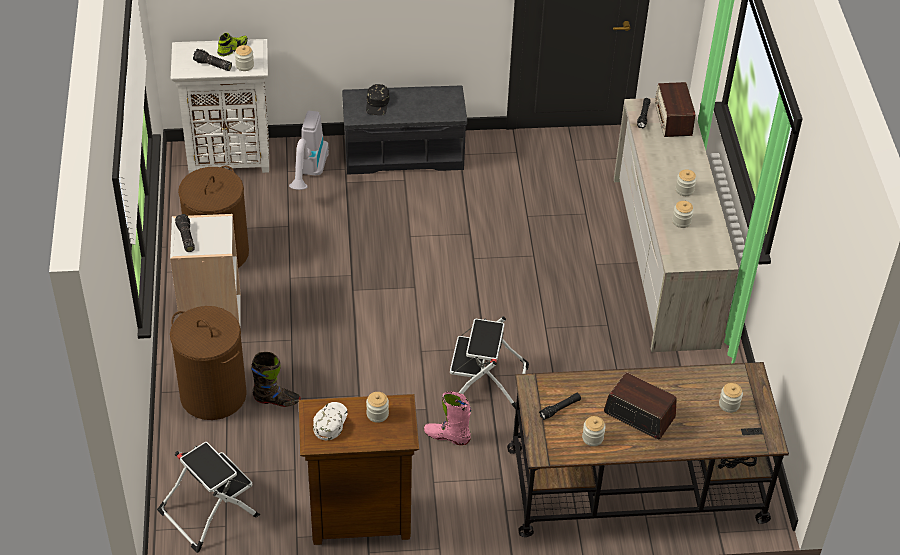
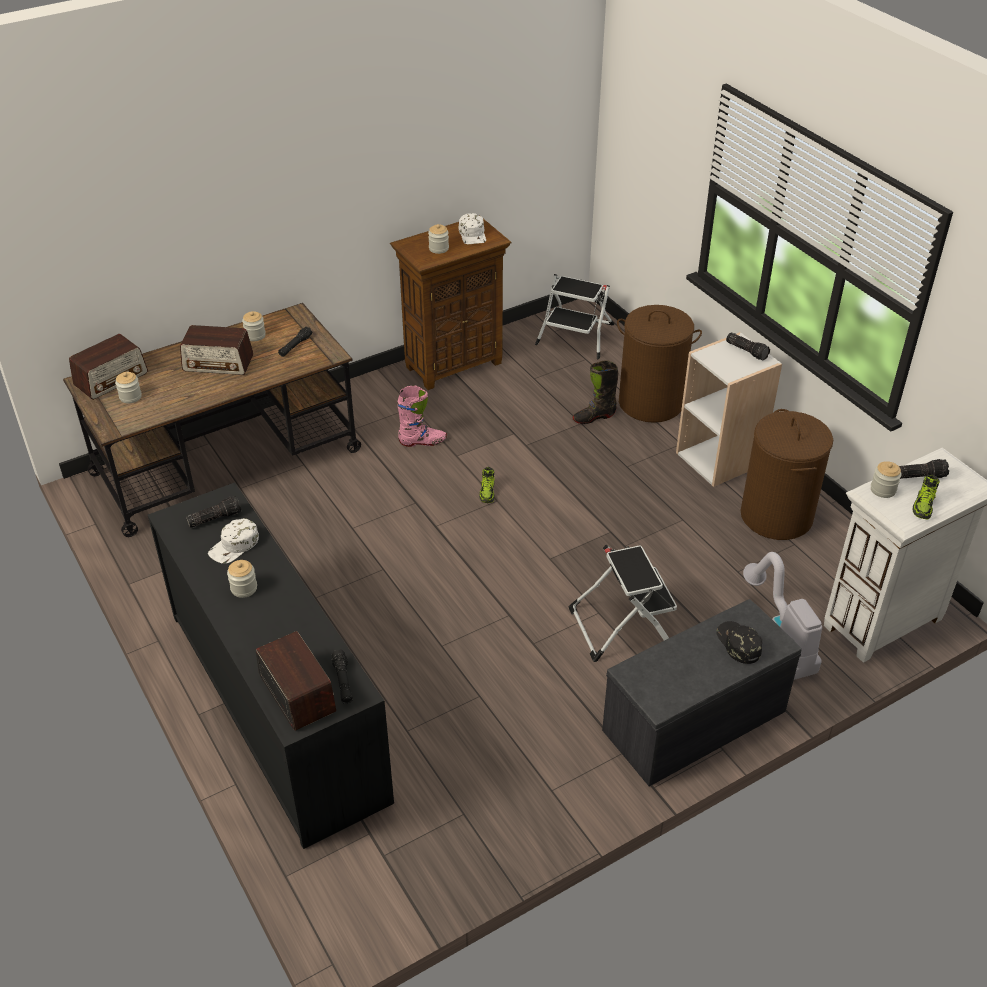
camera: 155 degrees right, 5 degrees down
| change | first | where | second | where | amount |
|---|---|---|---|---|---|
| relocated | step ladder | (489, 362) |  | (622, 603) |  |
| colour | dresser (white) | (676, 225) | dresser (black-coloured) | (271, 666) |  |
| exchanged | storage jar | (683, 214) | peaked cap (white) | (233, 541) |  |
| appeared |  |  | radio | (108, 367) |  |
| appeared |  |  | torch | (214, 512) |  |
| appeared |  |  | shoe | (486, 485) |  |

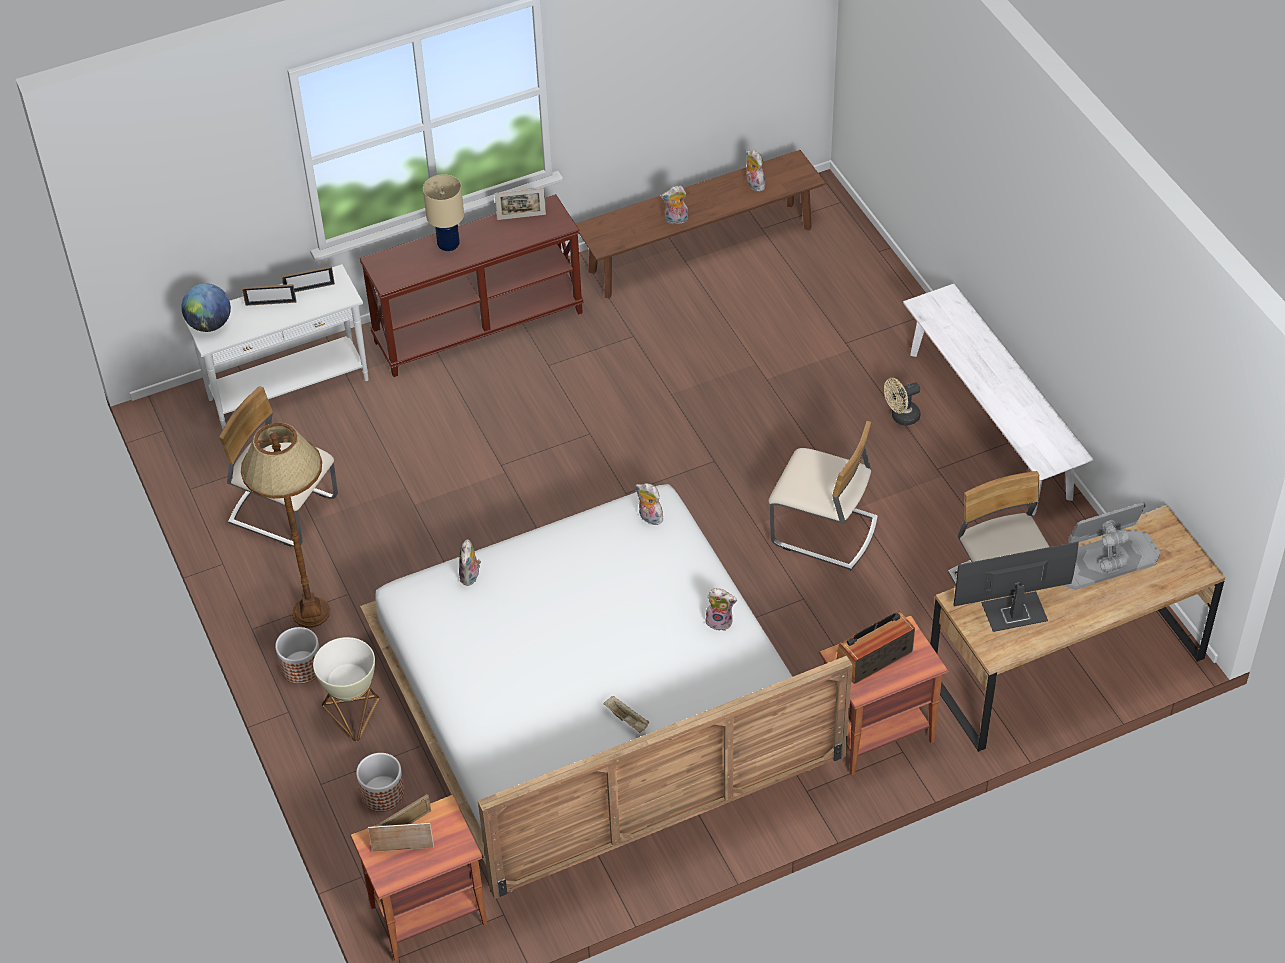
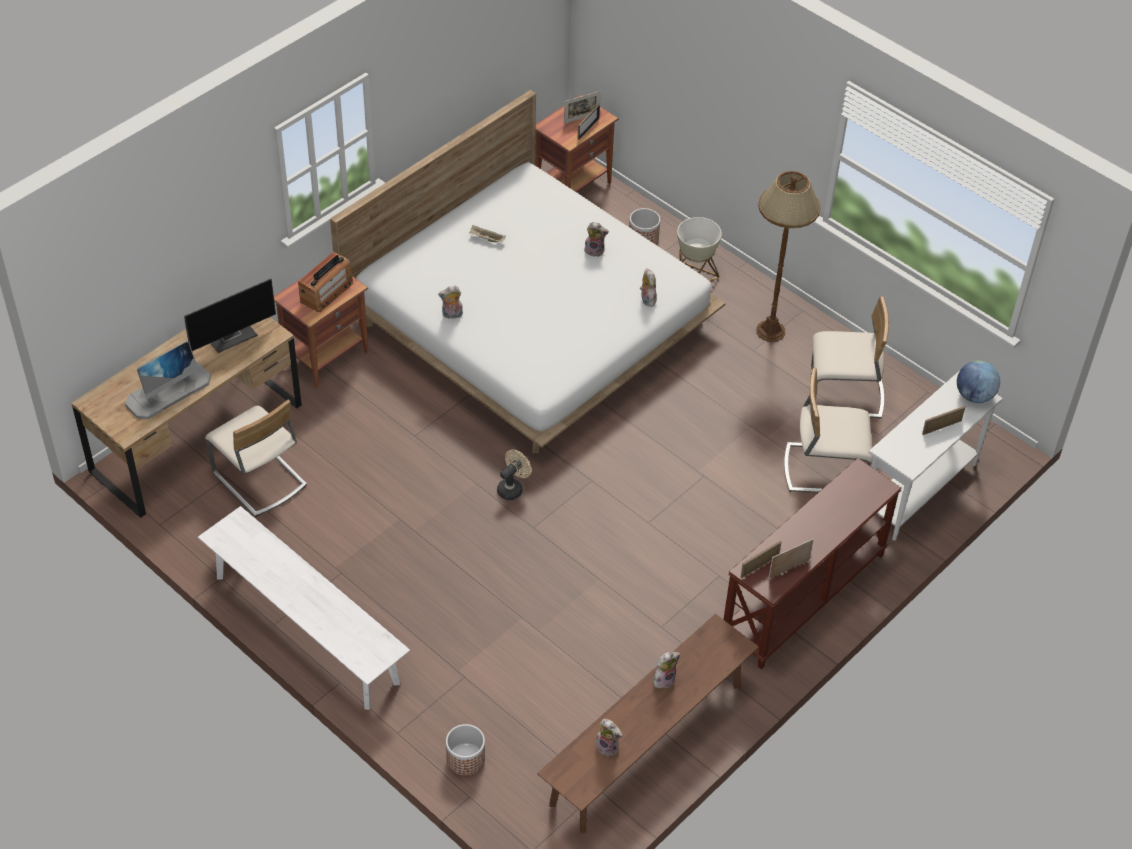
camera: 155 degrees right, 0 degrees up
| change | first | where | second | where | amount |
|---|---|---|---|---|---|
| relocated | flower pot | (297, 655) |  | (465, 750) |  |
| relocated | photo frame | (308, 279) |  | (761, 559) |  |
| missing | table lamp (sand-coloured) | (443, 212) |  |  |  |
| relocated | soft toy | (649, 504) |  | (596, 239) |  |
| relocated | upright chair (sand-coloured) | (823, 495) |  | (828, 430) |  |
| relocated | electric fan (sand-coloured) | (902, 402) |  | (514, 475) |  |

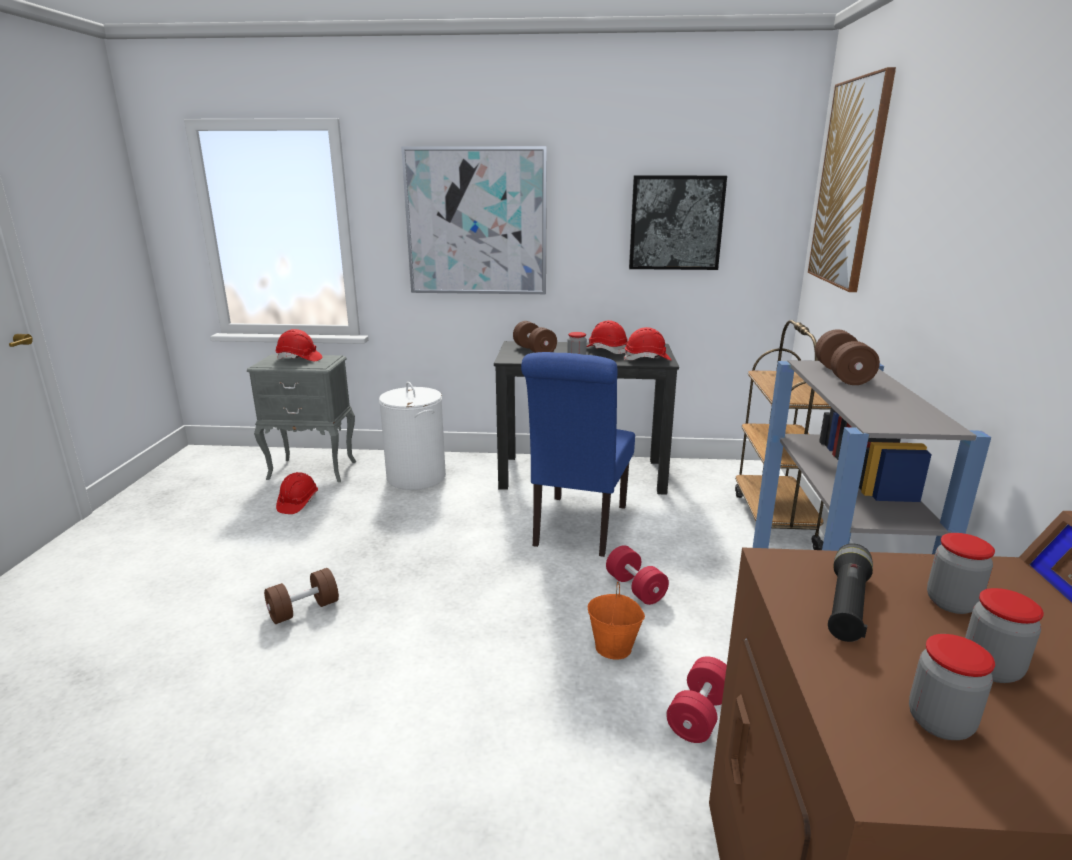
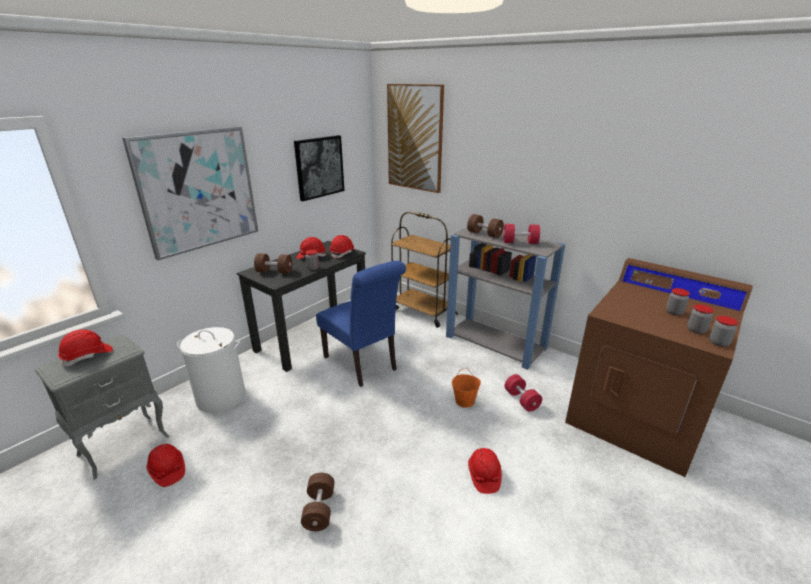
camera: 55 degrees left, 5 degrees up
| change | first | where | second | where | amount |
|---|---|---|---|---|---|
| relocated | free weight (red) | (637, 575) |  | (521, 234) |  |
| missing | torch (black-coloured) | (850, 592) |  |  |  |
| relocated | storage jar | (961, 573) |  | (723, 331) |  |
| appeared |  |  | hard hat (red) | (485, 471) |  |

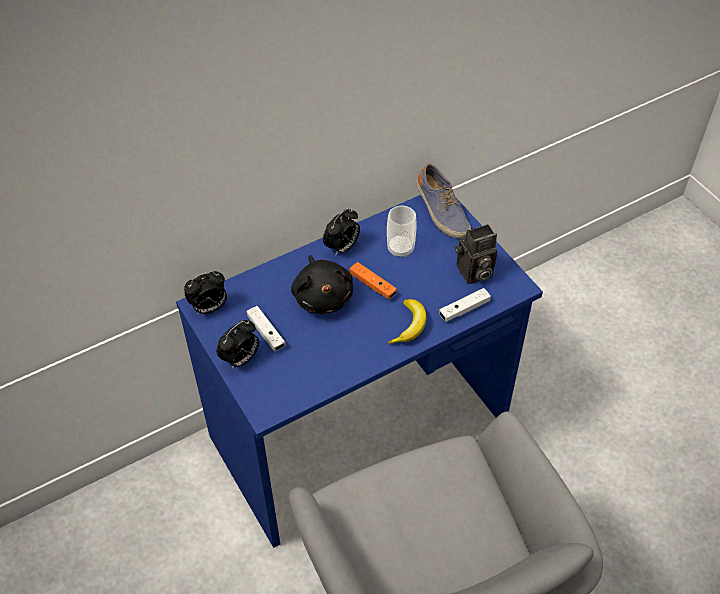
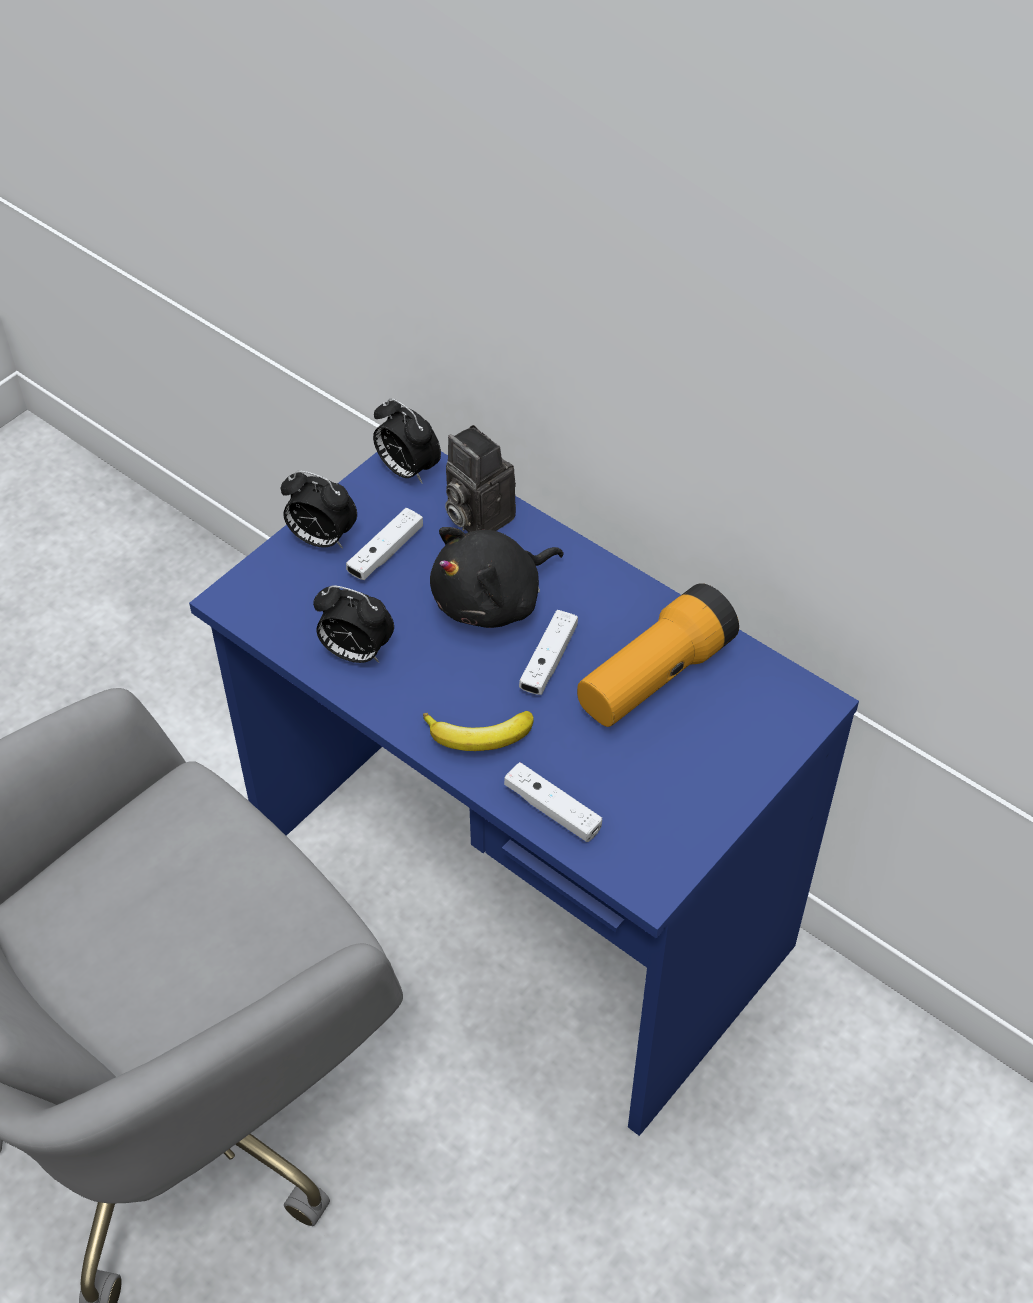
camera: 70 degrees right, 0 degrees up
| change | first | where | second | where | amount |
|---|---|---|---|---|---|
| relocated | table clock | (341, 232) |  | (353, 624) |  |
| colour | game controller (orange-coloured) | (373, 280) | game controller (white) | (548, 652) |  |
| exchanged | cup | (401, 231) | torch | (658, 655) |  |
| missing | shoe | (443, 200) |  |  |  |
| relocated | photo camera | (476, 254) |  | (480, 478) |  |

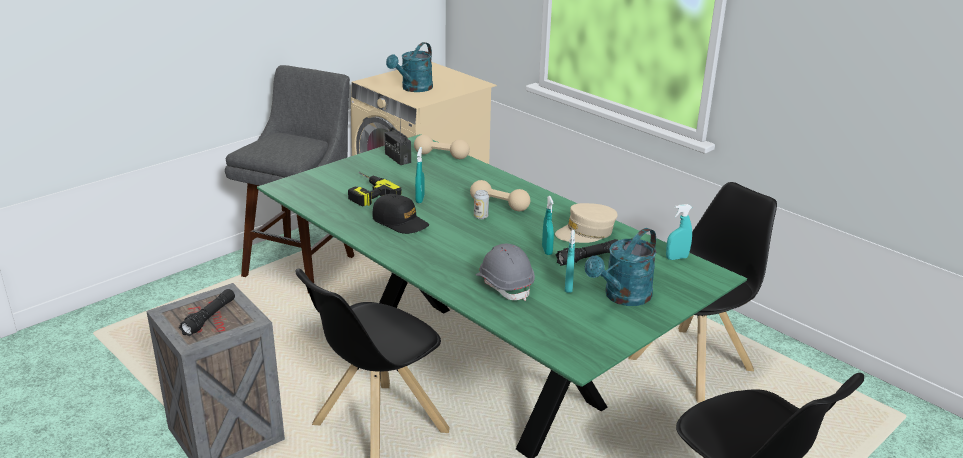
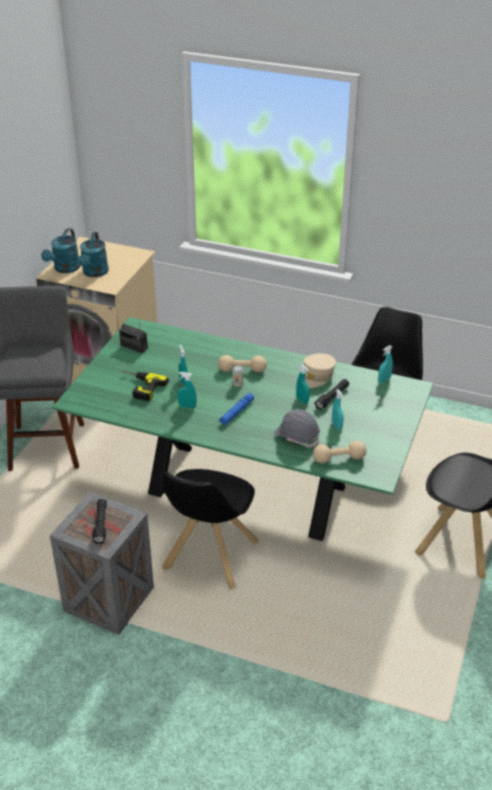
camera: 25 degrees left, 10 degrees up
| change | first | where | second | where | amount |
|---|---|---|---|---|---|
| exchanged | peaked cap (black-coloured) | (400, 214) | sprayer (blue-green) | (187, 390) |  |
| relocated | free weight (sand-coloured) | (442, 147) |  | (340, 452) |  |
| relocated | sprinkling can (blue-green) | (621, 267) |  | (60, 250) |  |
| appeared |  |  | torch (bluish) | (236, 409) |  |

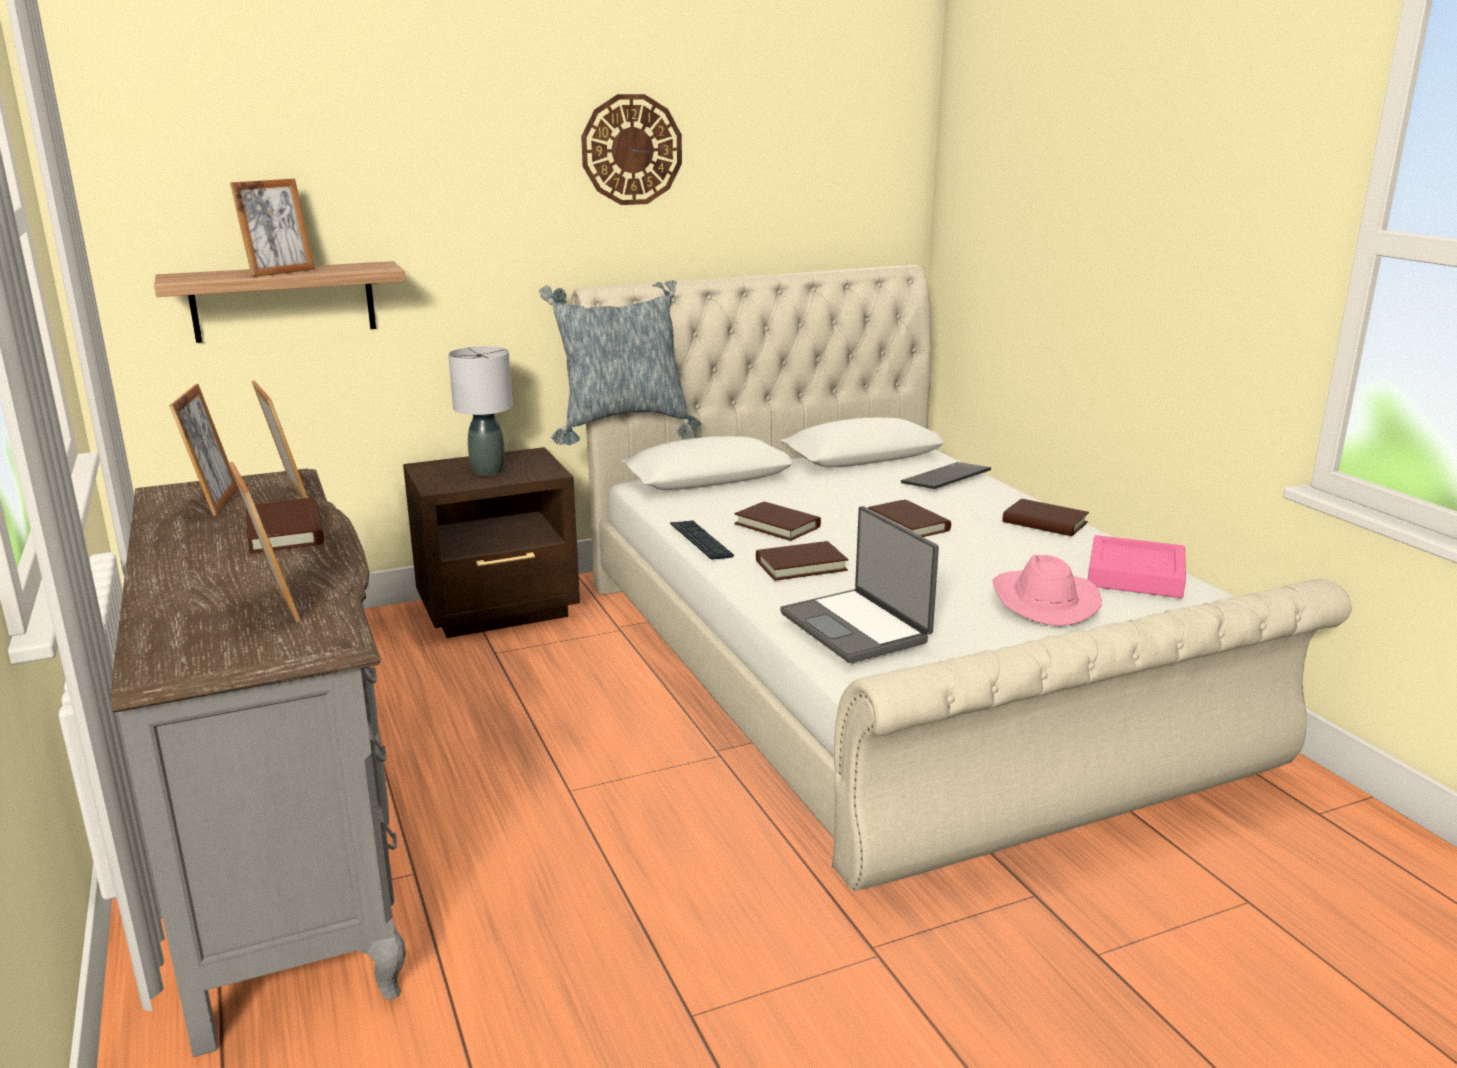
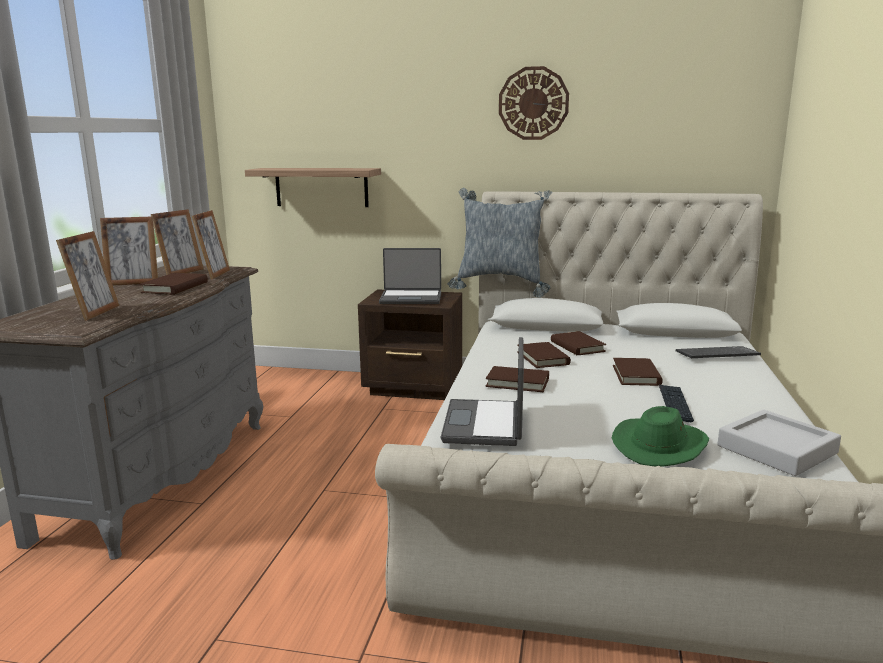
camera: 35 degrees right, 5 degrees down
| change | first | where | second | where | amount |
|---|---|---|---|---|---|
| relocated | photo frame | (272, 228) |  | (129, 251) |  |
| exchanged | table lamp (grey) | (480, 410) | portable computer | (410, 276) |  |
| relocated | computer keyboard | (702, 540) |  | (676, 403) |  |
| colour | hat (pink-coloured) | (1047, 590) | hat (greenish) | (660, 436) |  |
| relocated | bound book (brownish) | (1046, 517) |  | (578, 343) |  |
| colour | tray (pink-coloured) | (1137, 566) | tray (grey) | (779, 443) |  |

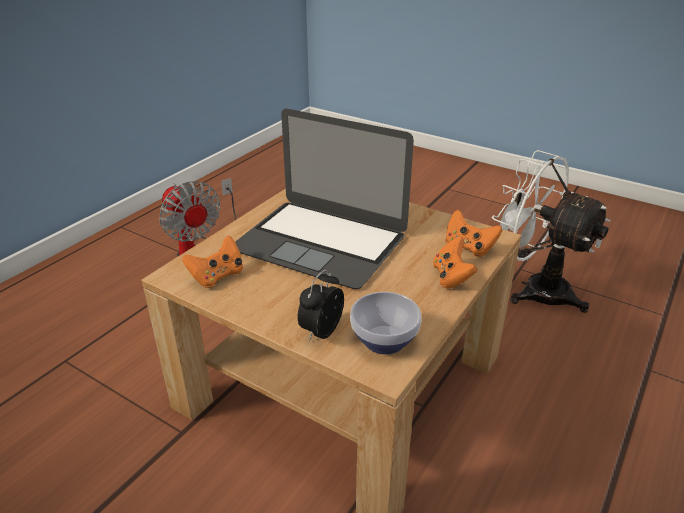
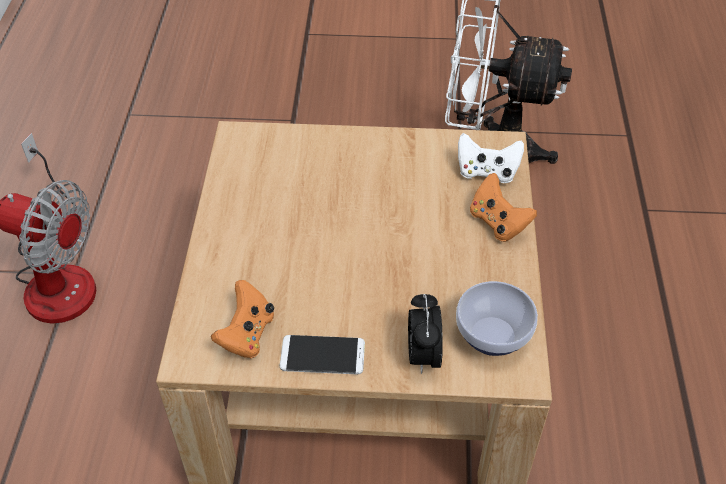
camera: 30 degrees left, 15 degrees up
| change | first | where | second | where | amount |
|---|---|---|---|---|---|
| missing | portable computer | (324, 199) |  |  |  |
| colour | game controller (orange-coloured) | (473, 233) | game controller (white) | (491, 158) |  |
| appeared |  |  | telephone | (322, 355) |  |

